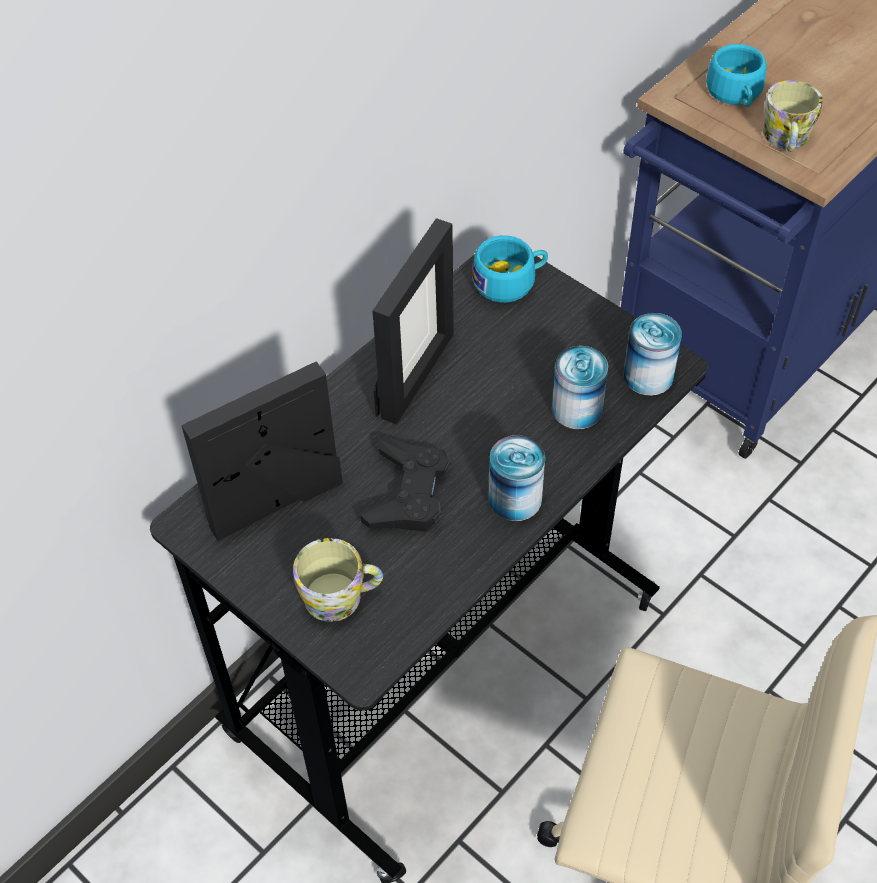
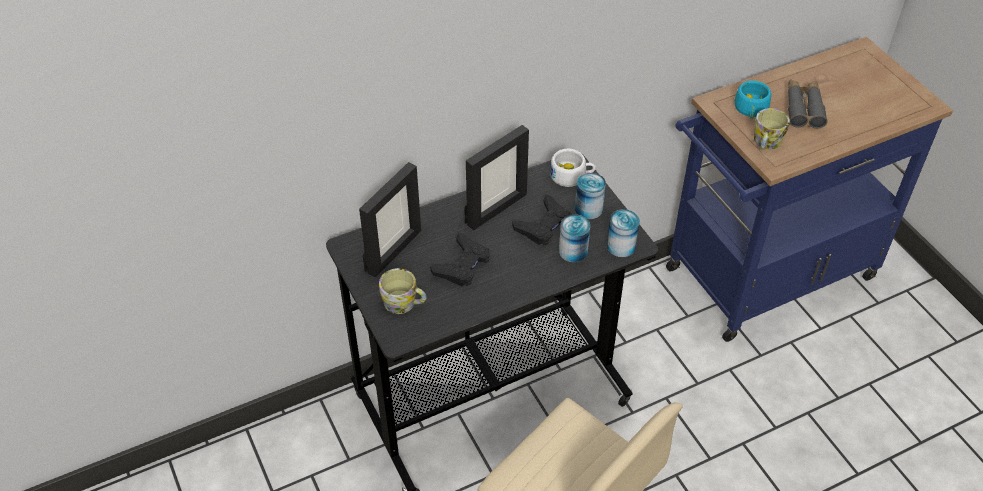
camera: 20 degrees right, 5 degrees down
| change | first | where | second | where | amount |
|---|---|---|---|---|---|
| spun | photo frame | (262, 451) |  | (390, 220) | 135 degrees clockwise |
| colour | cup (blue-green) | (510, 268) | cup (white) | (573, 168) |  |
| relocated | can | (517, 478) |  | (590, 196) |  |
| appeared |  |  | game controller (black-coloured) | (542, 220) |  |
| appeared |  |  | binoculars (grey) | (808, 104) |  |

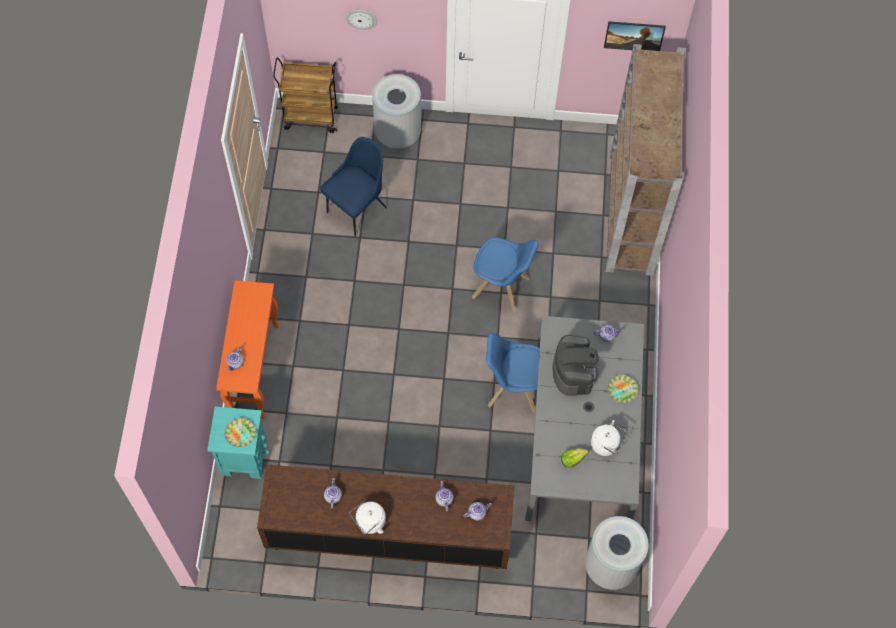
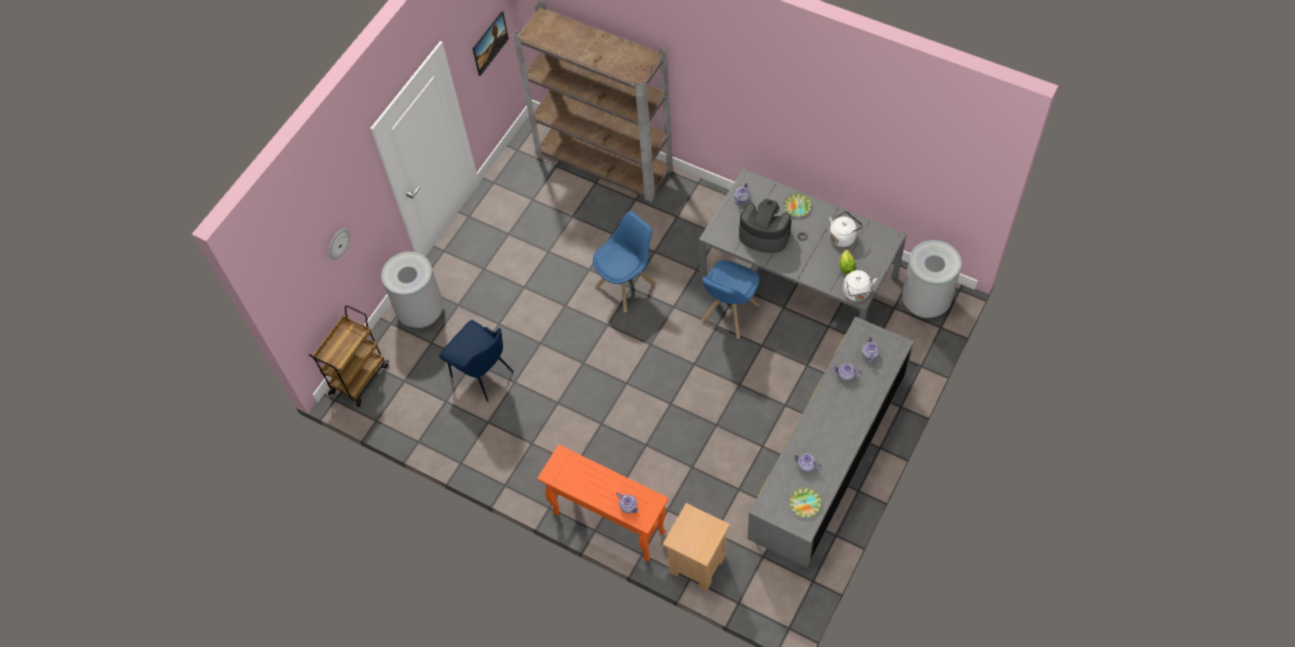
camera: 60 degrees left, 5 degrees down
| change | first | where | second | where | amount |
|---|---|---|---|---|---|
| colour | bedside table (blue-green) | (238, 442) | bedside table (sand-coloured) | (696, 547) |  |
| relocated | plate | (240, 432) |  | (805, 502) |  |
| colour | storage cabinet (brownish) | (385, 517) | storage cabinet (grey) | (831, 442) |  |
| spun | upright chair (bluish) | (353, 187) |  | (476, 361) | 150 degrees clockwise |
| relocated | water kettle (white) | (368, 518) |  | (860, 285) |  |

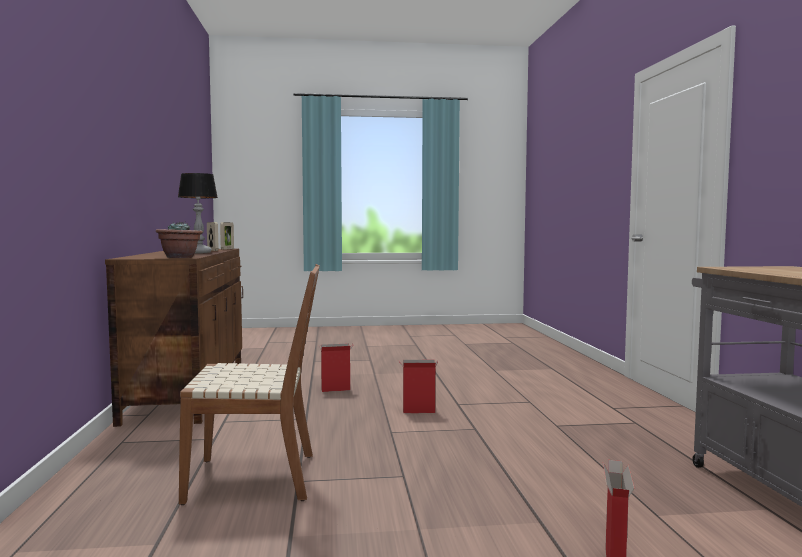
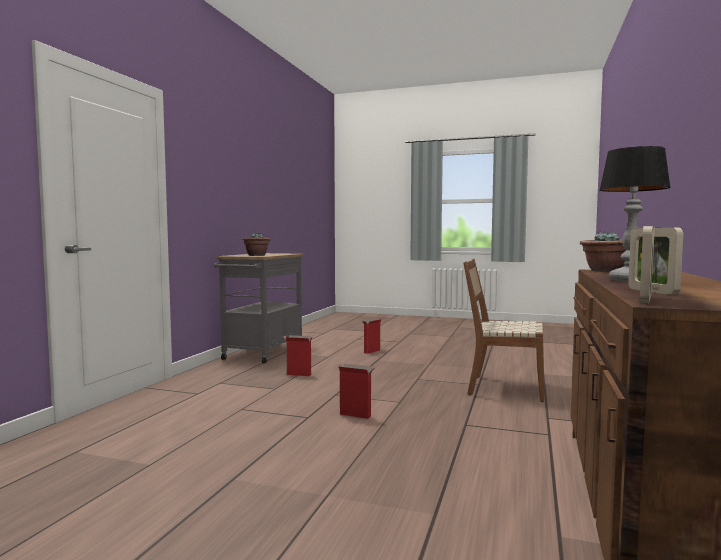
camera: 155 degrees left, 0 degrees up
| change | first | where | second | where | amount |
|---|---|---|---|---|---|
| relocated | carton | (336, 367) |  | (298, 355) |  |
| appeared |  |  | plant in a pot | (256, 244) |  |

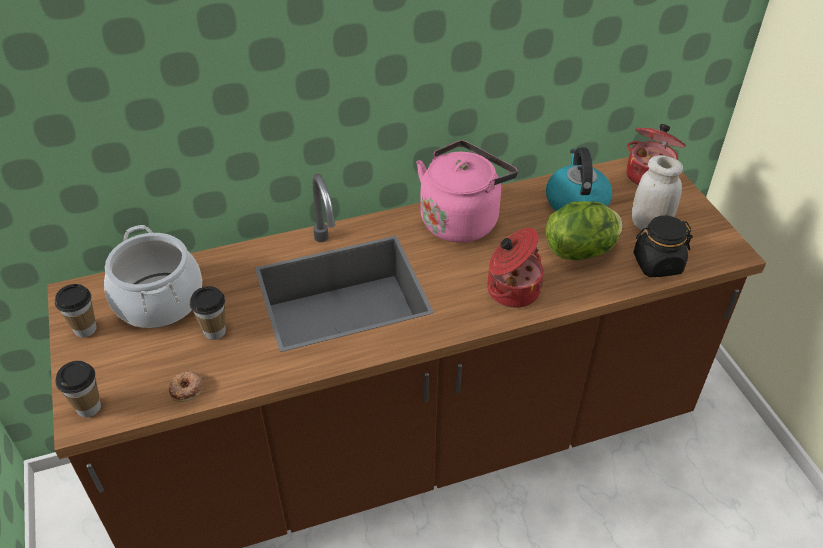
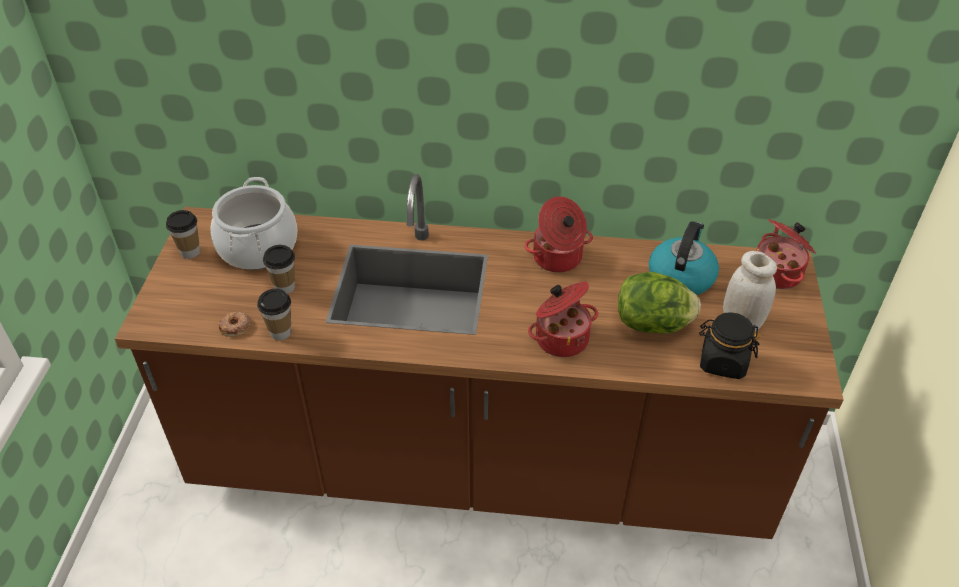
camera: 25 degrees right, 0 degrees up
| change | first | where | second | where | amount |
|---|---|---|---|---|---|
| relocated | cup | (78, 389) |  | (274, 314) |  |
| exchanged | water kettle (pink-coloured) | (467, 191) | saucepot | (559, 235) |  |

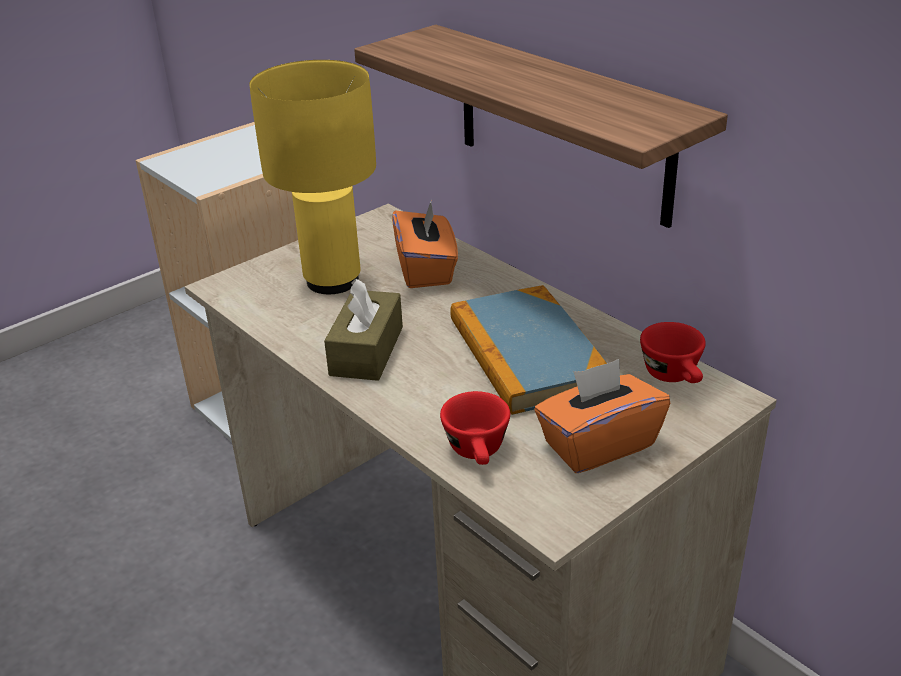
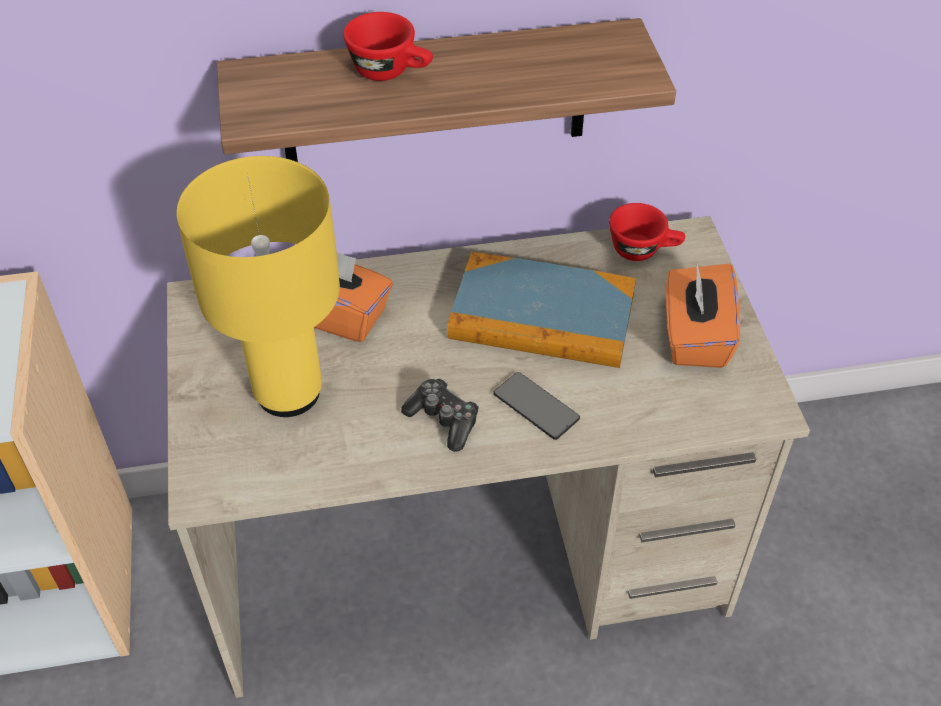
camera: 60 degrees left, 15 degrees up
| change | first | where | second | where | amount |
|---|---|---|---|---|---|
| exchanged | box of tissues (brownish) | (363, 330) | game controller | (440, 415) |  |
| relocated | cup (red) | (475, 428) |  | (388, 46) |  |
| appeared |  |  | telephone | (536, 406) |  |

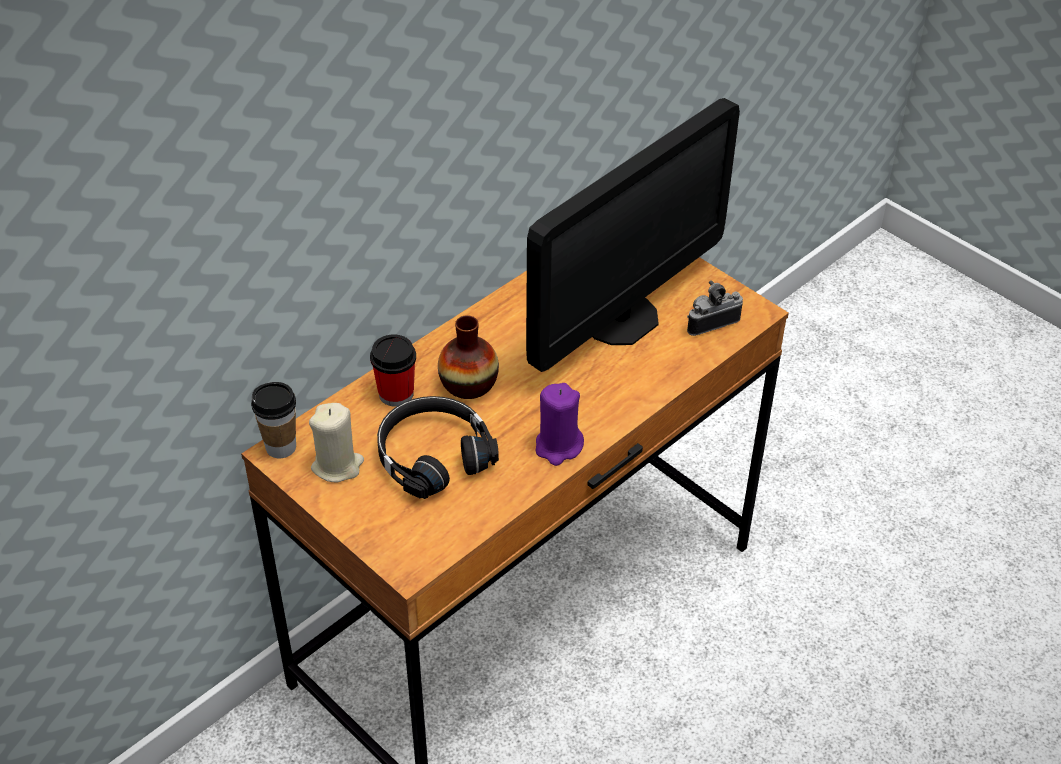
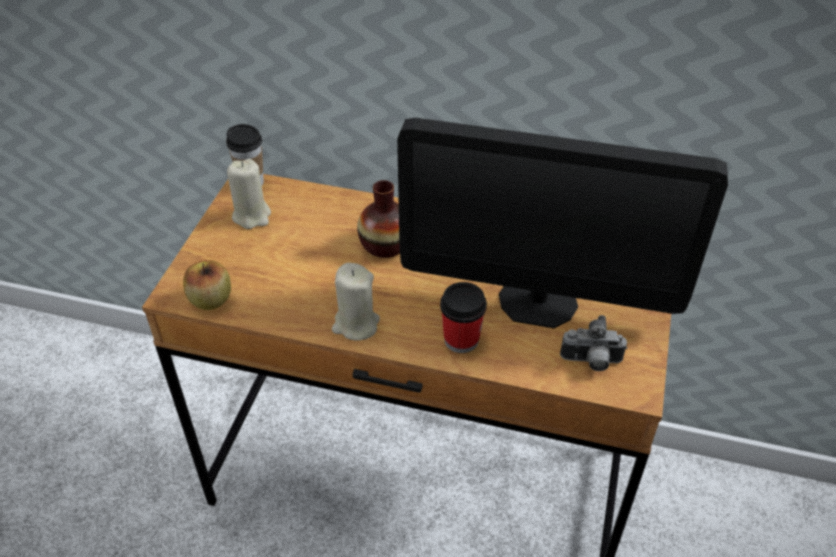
camera: 60 degrees right, 0 degrees up
| change | first | where | second | where | amount |
|---|---|---|---|---|---|
| relocated | cup | (393, 370) |  | (463, 317) |  |
| missing | headphones (black-coloured) | (438, 447) |  |  |  |
| colour | wax candle (purplish) | (560, 424) | wax candle (sand-coloured) | (356, 301) |  |
| spun | photo camera | (715, 308) |  | (593, 343) | 150 degrees clockwise |
| appeared |  |  | apple | (207, 285) |  |

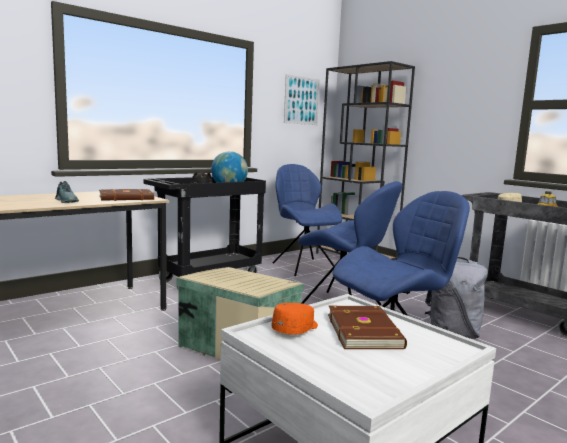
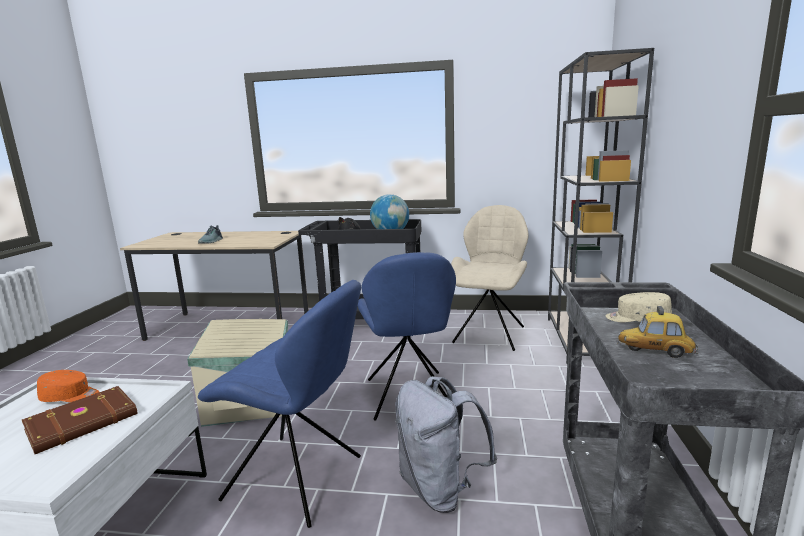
camera: 50 degrees right, 5 degrees up
| change | first | where | second | where | amount |
|---|---|---|---|---|---|
| missing | bound book (brownish) | (126, 195) |  |  |  |
| colour | upright chair (bluish) | (307, 220) | upright chair (sand-coloured) | (490, 278) |  |
| missing | wall art | (302, 99) |  |  |  |

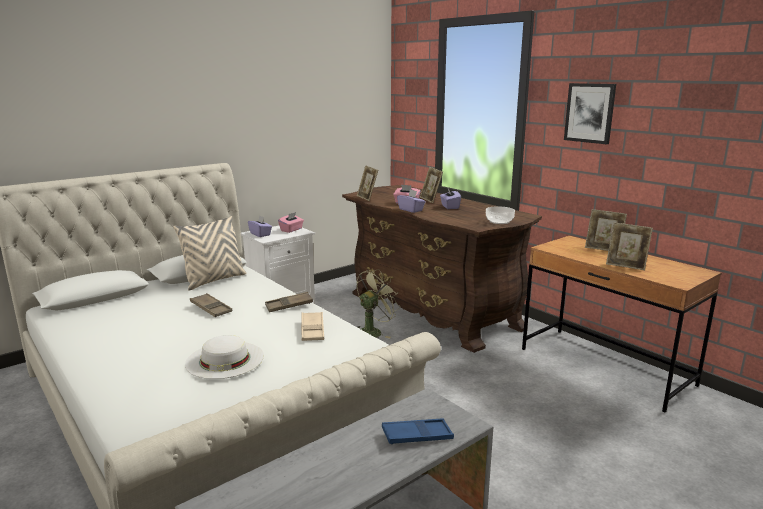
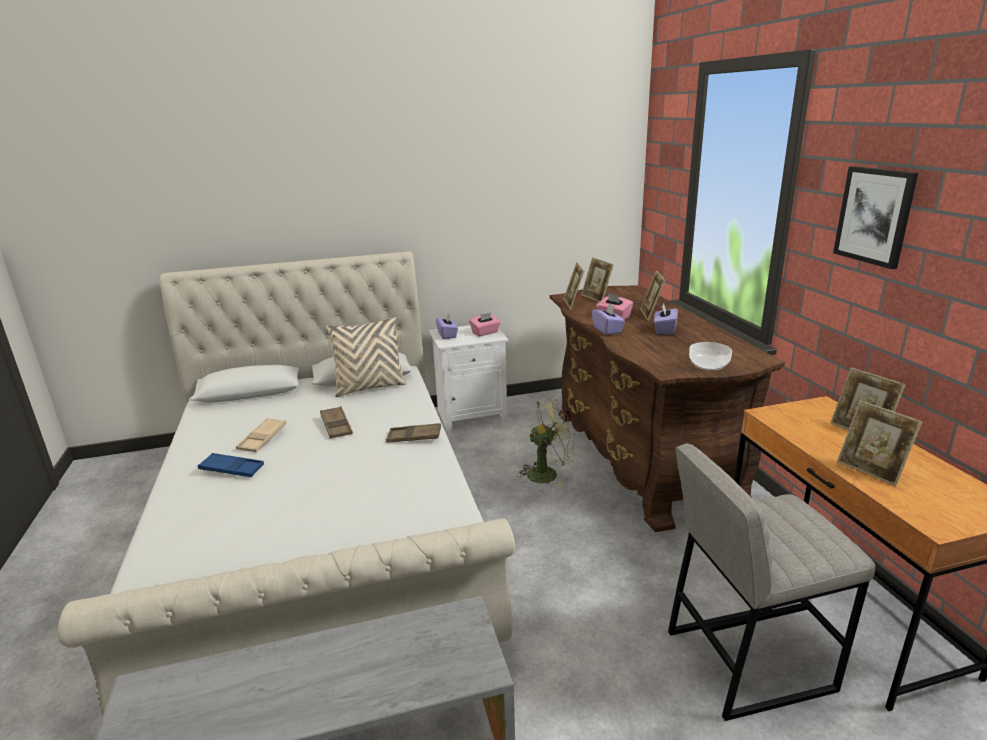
camera: 25 degrees right, 5 degrees up
| change | first | where | second | where | amount |
|---|---|---|---|---|---|
| missing | hat (white) | (224, 357) |  |  |  |
| relocated | tray (sand-coloured) | (312, 326) |  | (261, 435) |  |
| relocated | tray (bluish) | (418, 431) |  | (231, 465) |  |
| appeared |  |  | photo frame | (597, 279) |  |
| appeared |  |  | upright chair (grey) | (771, 582) |  |

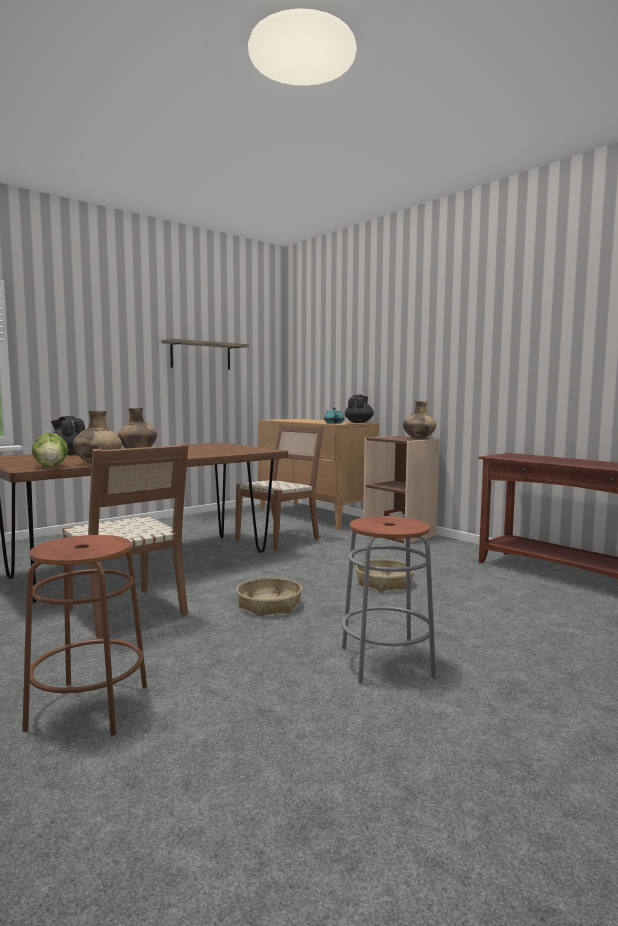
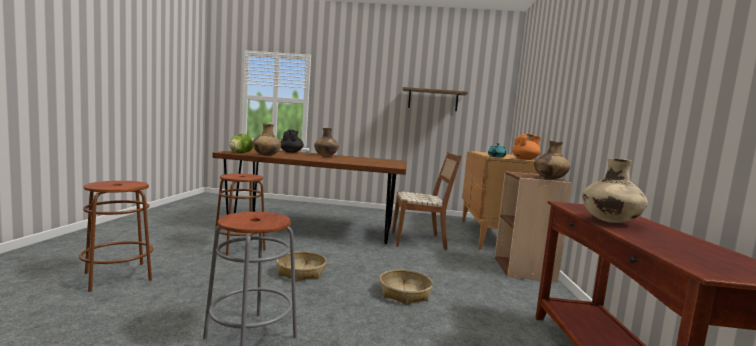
camera: 45 degrees right, 0 degrees up
| change | first | where | second | where | amount |
|---|---|---|---|---|---|
| exchanged | upright chair | (125, 541) | stool seat (brownish) | (240, 215) |  |
| colour | teapot (black-coloured) | (359, 409) | teapot (orange-coloured) | (526, 147) |  |
| appeared |  |  | flower vase (sand-coloured) | (615, 190) |  |

